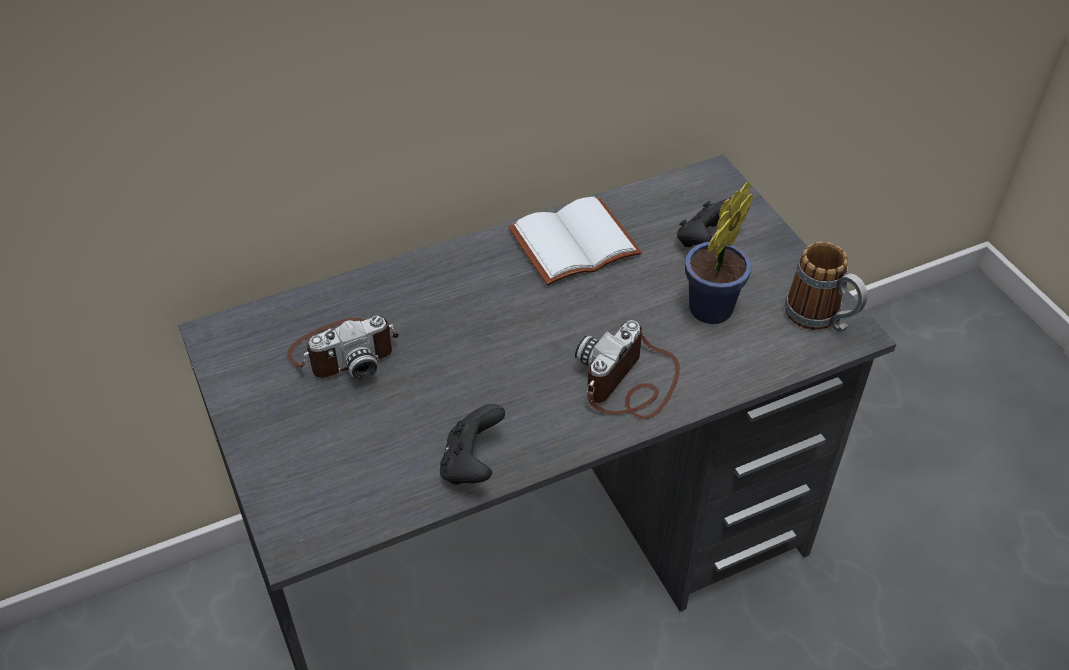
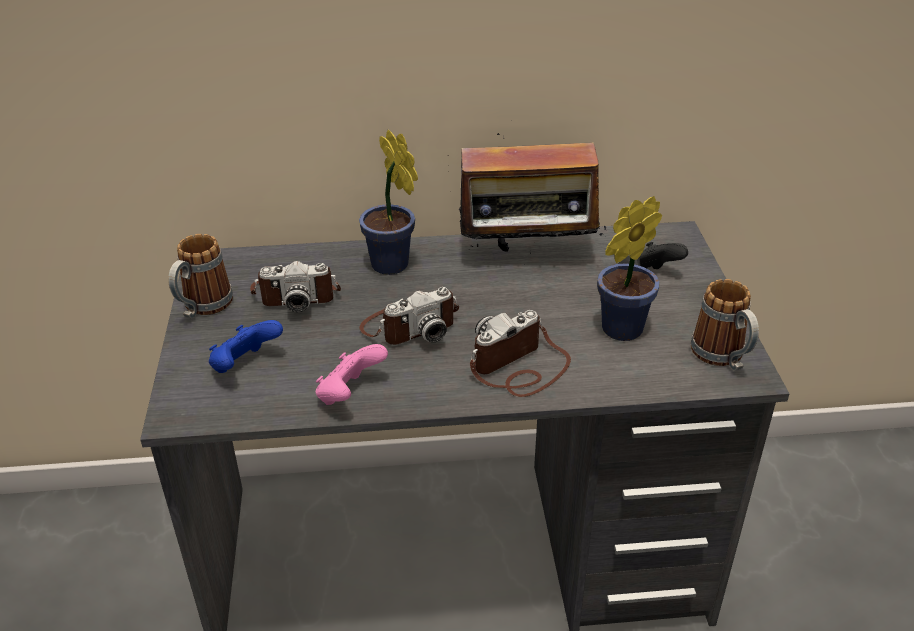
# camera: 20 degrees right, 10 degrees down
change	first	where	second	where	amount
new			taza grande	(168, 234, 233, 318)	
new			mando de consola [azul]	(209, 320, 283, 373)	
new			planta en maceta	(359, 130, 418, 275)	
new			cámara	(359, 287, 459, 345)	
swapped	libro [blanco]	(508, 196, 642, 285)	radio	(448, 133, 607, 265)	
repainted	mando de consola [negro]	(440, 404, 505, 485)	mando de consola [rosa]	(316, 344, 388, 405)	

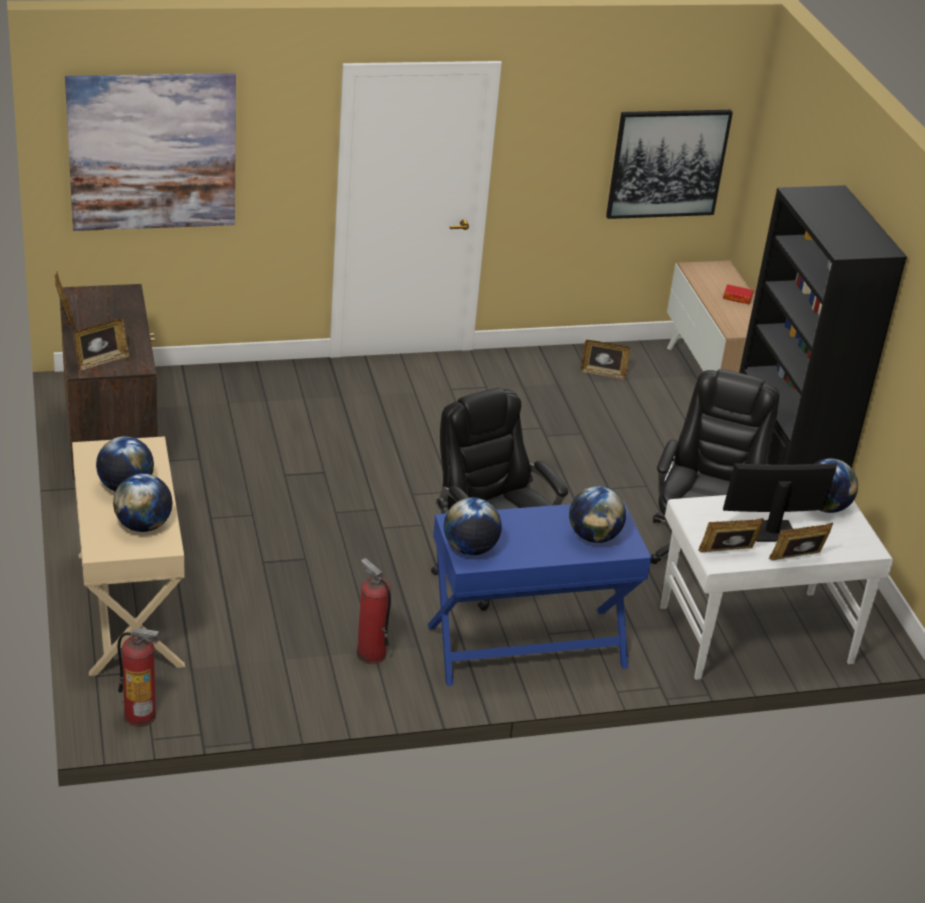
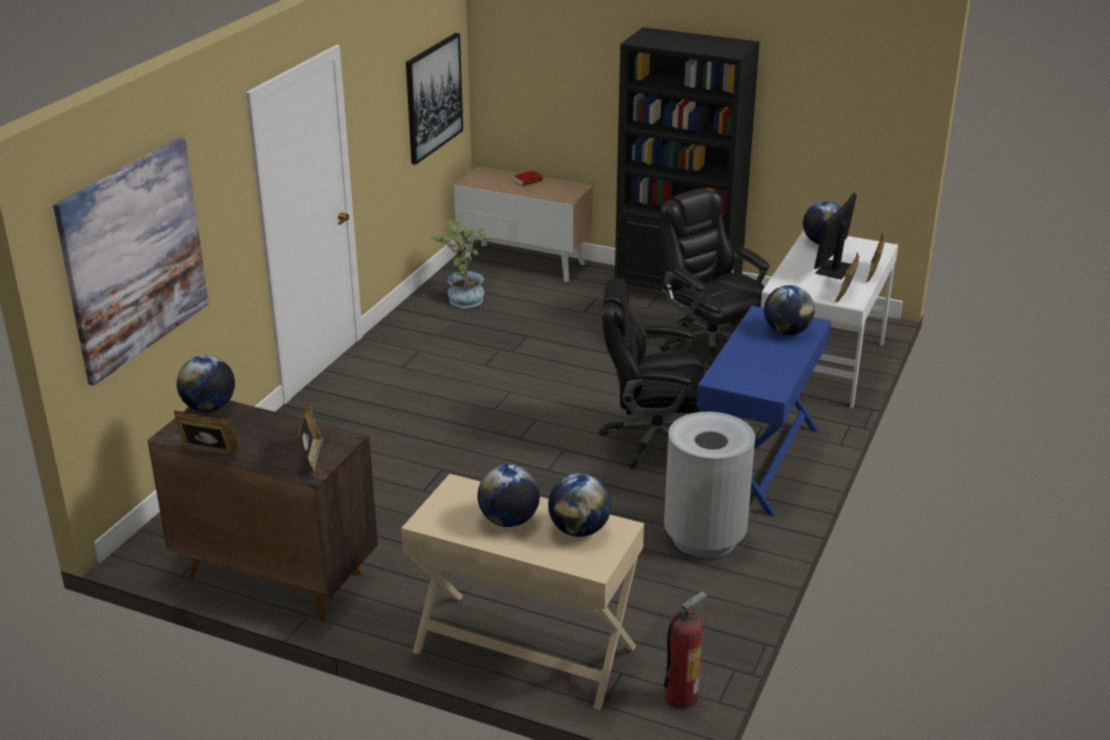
# camera: 50 degrees left, 5 degrees down
change	first	where	second	where	amount
shifted	globo terráqueo	(444, 497, 502, 555)		(177, 355, 235, 412)	
swapped	extintor	(357, 558, 391, 664)	papelera [gris]	(664, 412, 755, 558)	
swapped	portarretratos	(581, 340, 630, 380)	planta en maceta	(430, 220, 490, 308)	

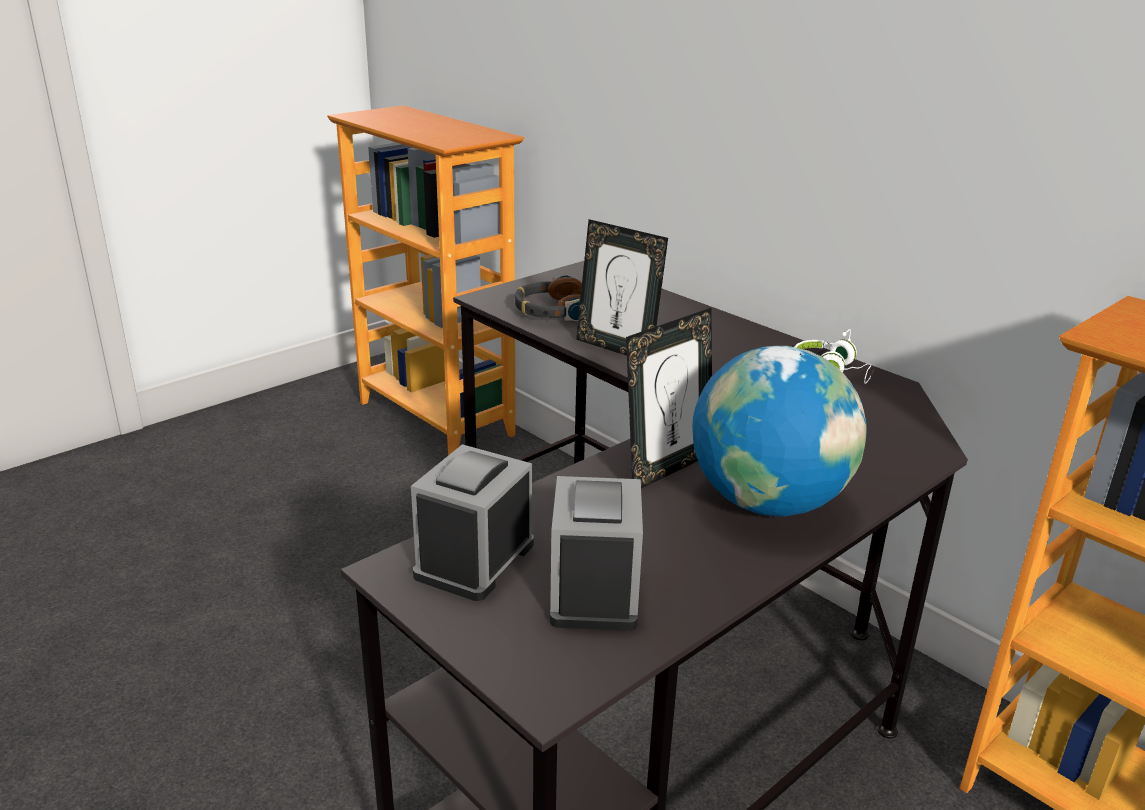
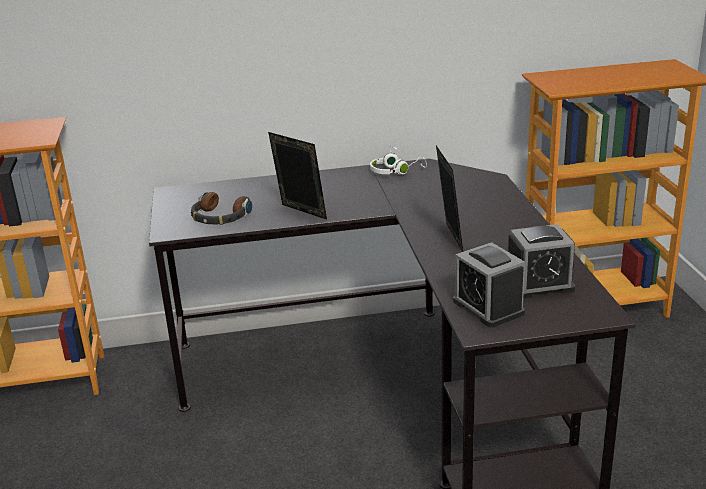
# camera: 55 degrees left, 0 degrees up
change	first	where	second	where	amount
gone	globo terráqueo	(692, 346, 866, 517)			
rotated	despertador	(550, 476, 643, 631)		(508, 224, 575, 298)	45 degrees counterclockwise
rotated	portarretratos	(576, 219, 668, 356)		(268, 132, 327, 219)	120 degrees counterclockwise

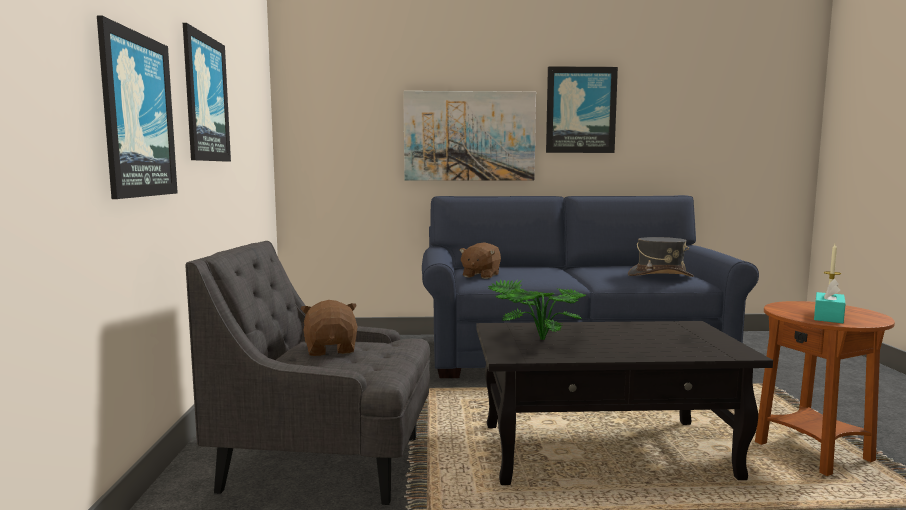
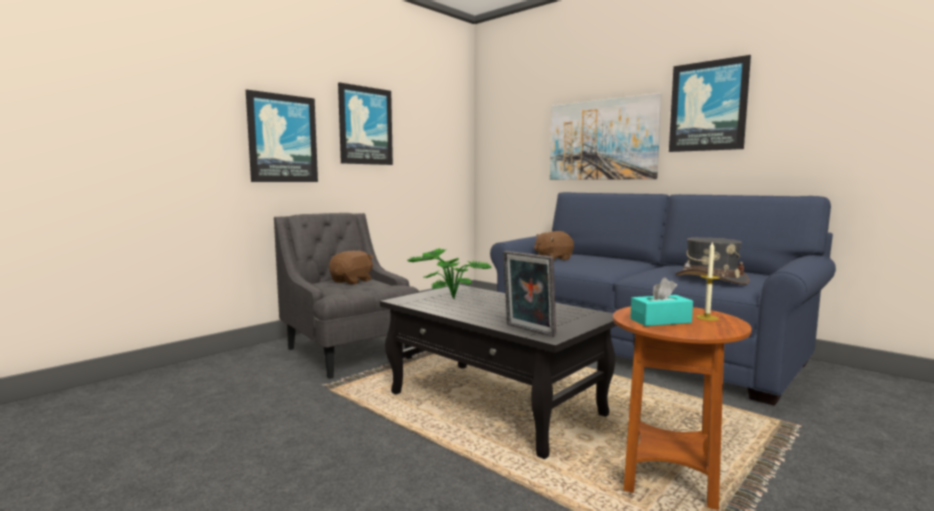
# camera: 45 degrees right, 0 degrees up
change	first	where	second	where	amount
new			portarretratos	(503, 251, 556, 337)	

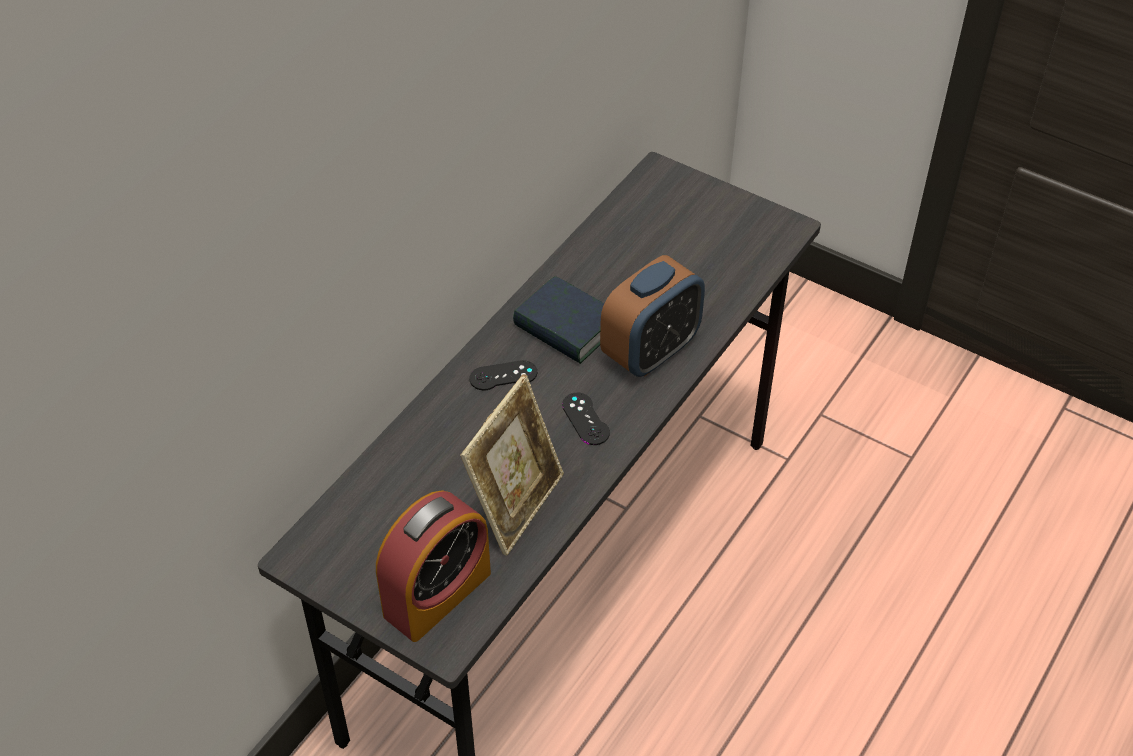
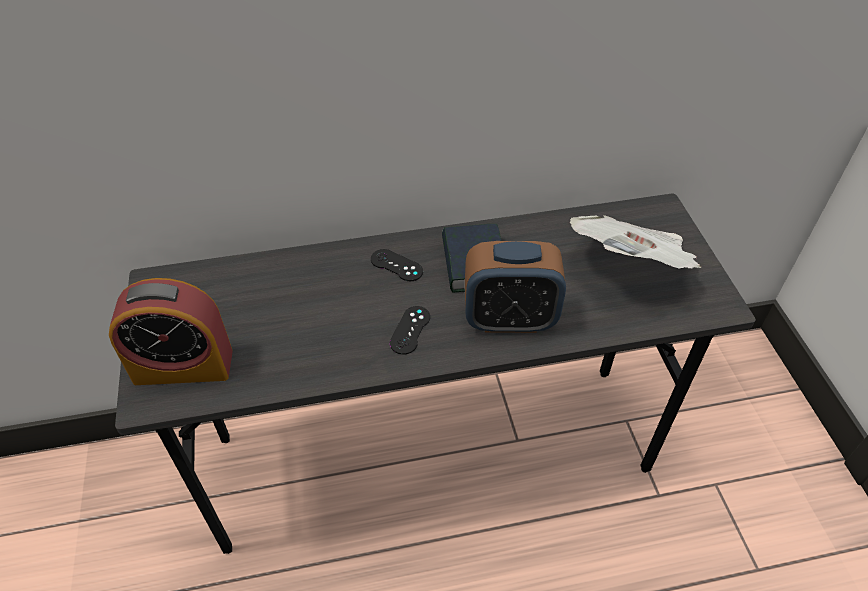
# camera: 45 degrees right, 0 degrees up
change	first	where	second	where	amount
gone	portarretratos	(460, 374, 564, 556)			
new			periódico	(570, 215, 701, 269)	

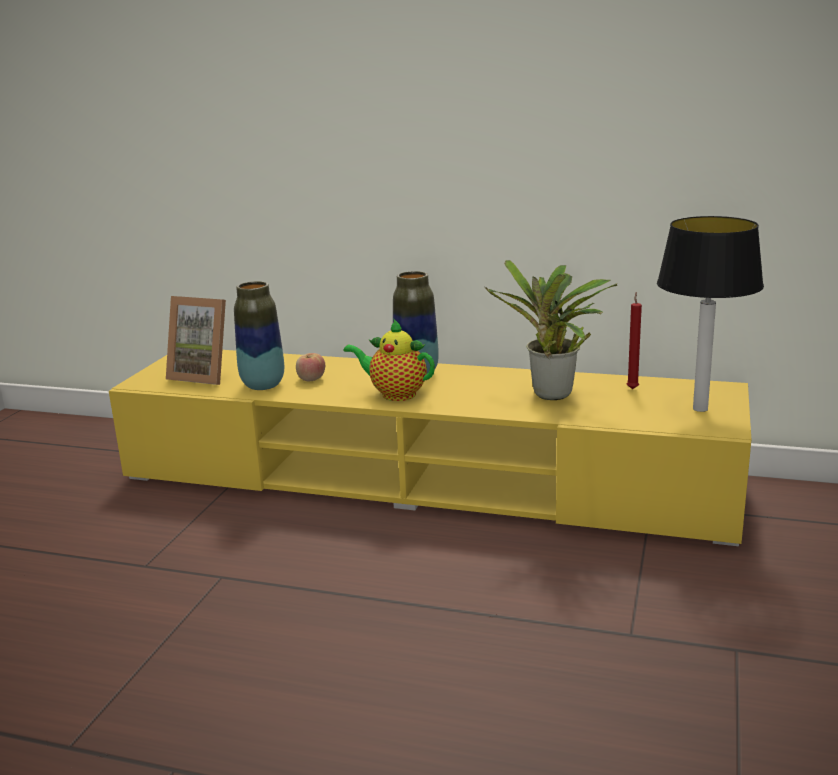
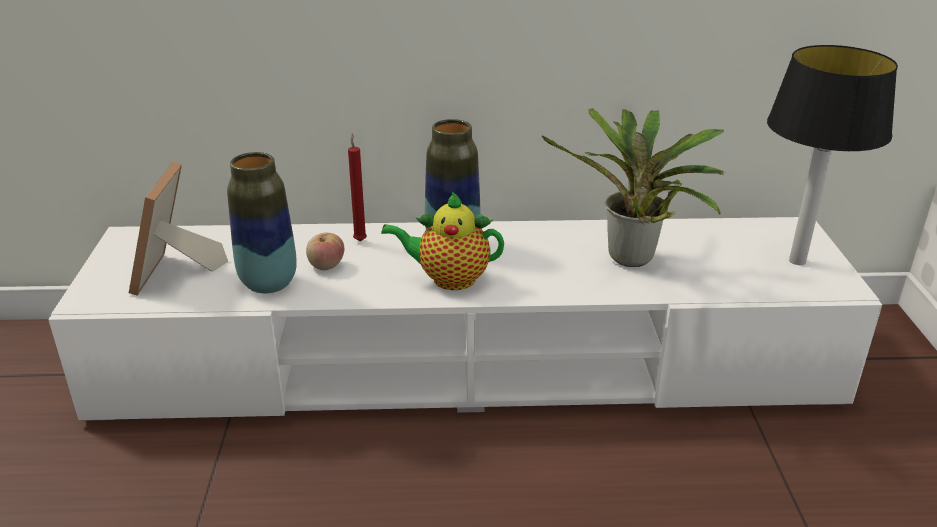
# camera: 20 degrees left, 10 degrees up
change	first	where	second	where	amount
shifted	vela [rojo]	(627, 292, 642, 389)		(348, 133, 367, 242)	
repainted	mueble de televisión [amarillo]	(109, 350, 751, 546)	mueble de televisión [blanco]	(48, 217, 882, 421)	
rotated	portarretratos	(166, 296, 226, 385)		(129, 162, 228, 296)	90 degrees clockwise

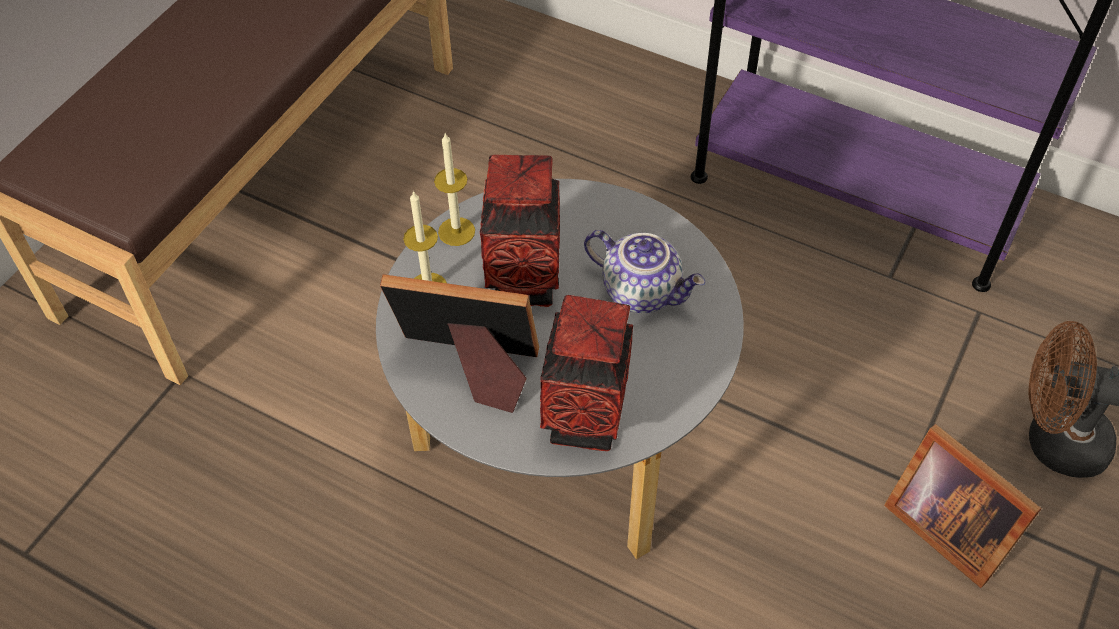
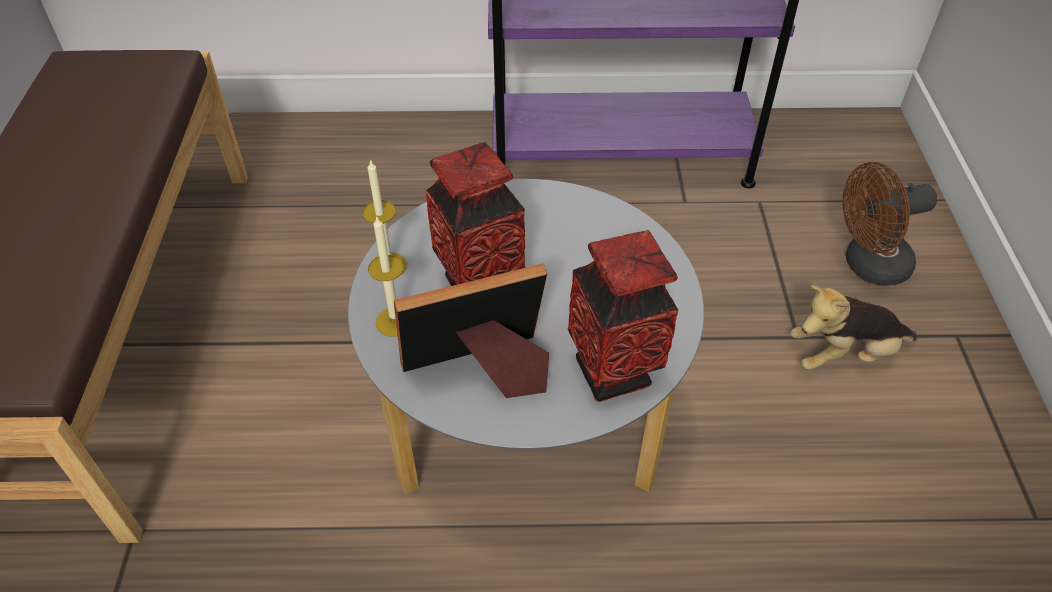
# camera: 30 degrees left, 5 degrees down
change	first	where	second	where	amount
gone	tetera	(584, 230, 705, 313)			
swapped	portarretratos	(884, 424, 1041, 588)	peluche	(791, 285, 917, 370)	

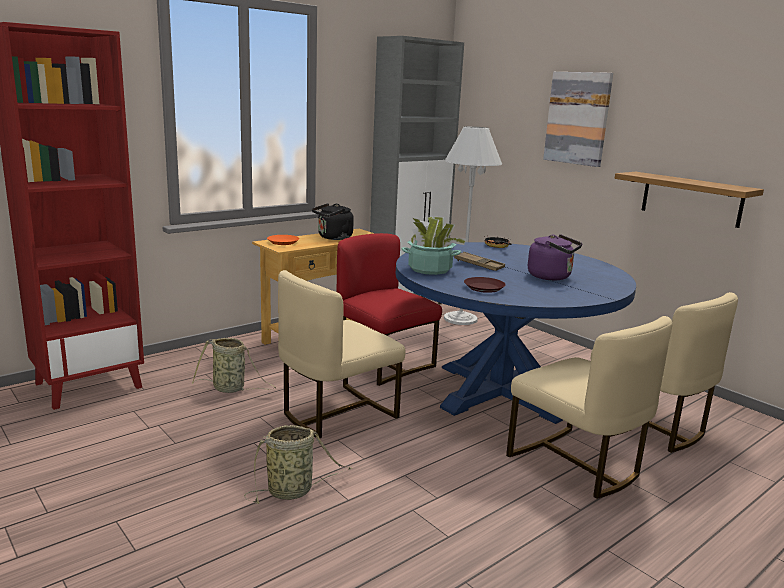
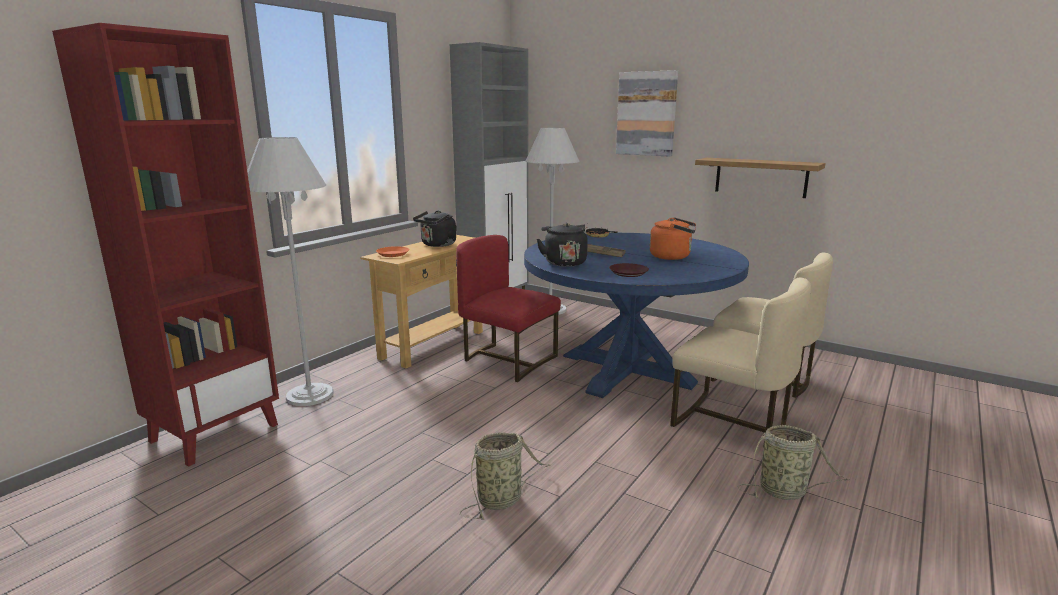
# camera: 15 degrees left, 0 degrees up
change	first	where	second	where	amount
gone	silla [beis]	(278, 270, 405, 438)			
new			lámpara de pie [blanco]	(247, 137, 334, 406)	
shifted	cesta	(192, 338, 276, 393)		(738, 425, 849, 500)	
swapped	planta en maceta	(401, 216, 467, 275)	hervidor [negro]	(537, 223, 588, 267)	
repainted	hervidor [morado]	(528, 234, 582, 280)	hervidor [naranja]	(650, 217, 696, 260)	

